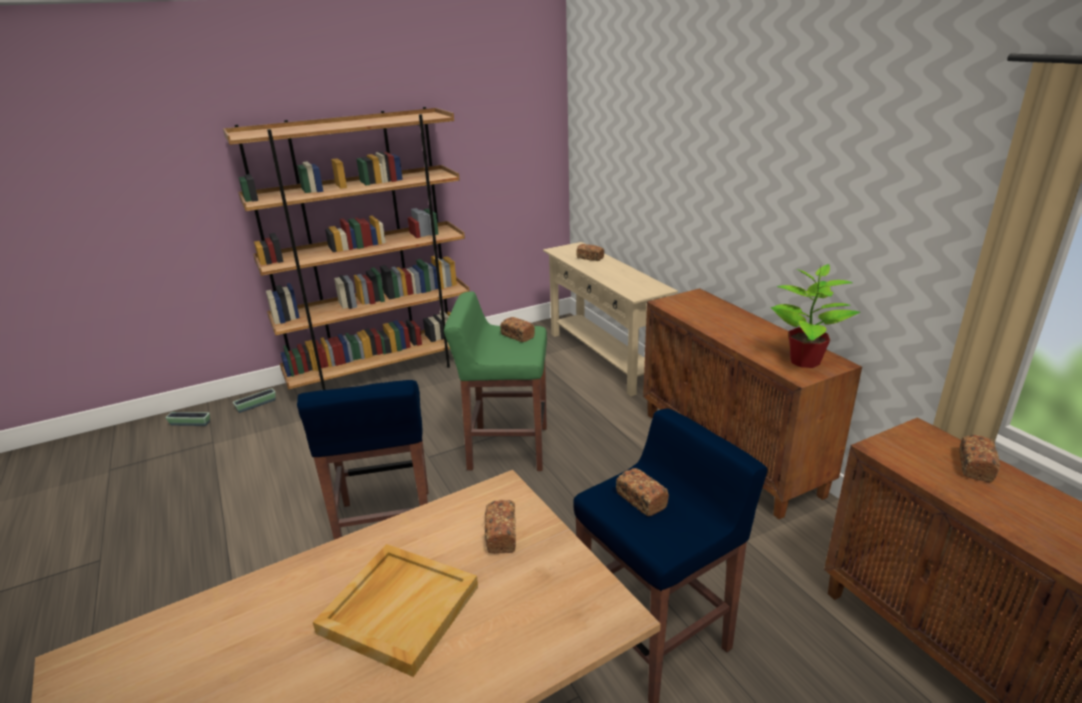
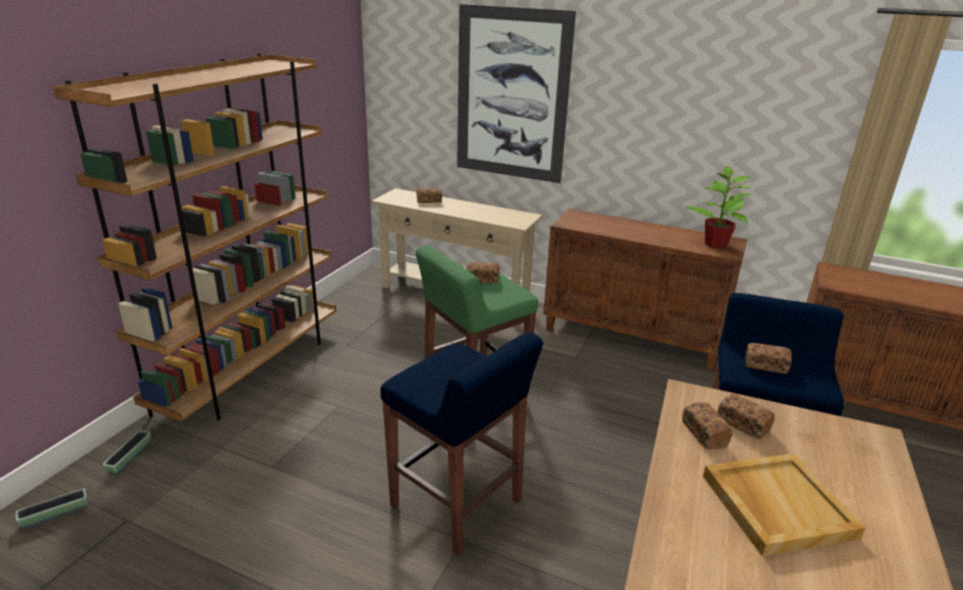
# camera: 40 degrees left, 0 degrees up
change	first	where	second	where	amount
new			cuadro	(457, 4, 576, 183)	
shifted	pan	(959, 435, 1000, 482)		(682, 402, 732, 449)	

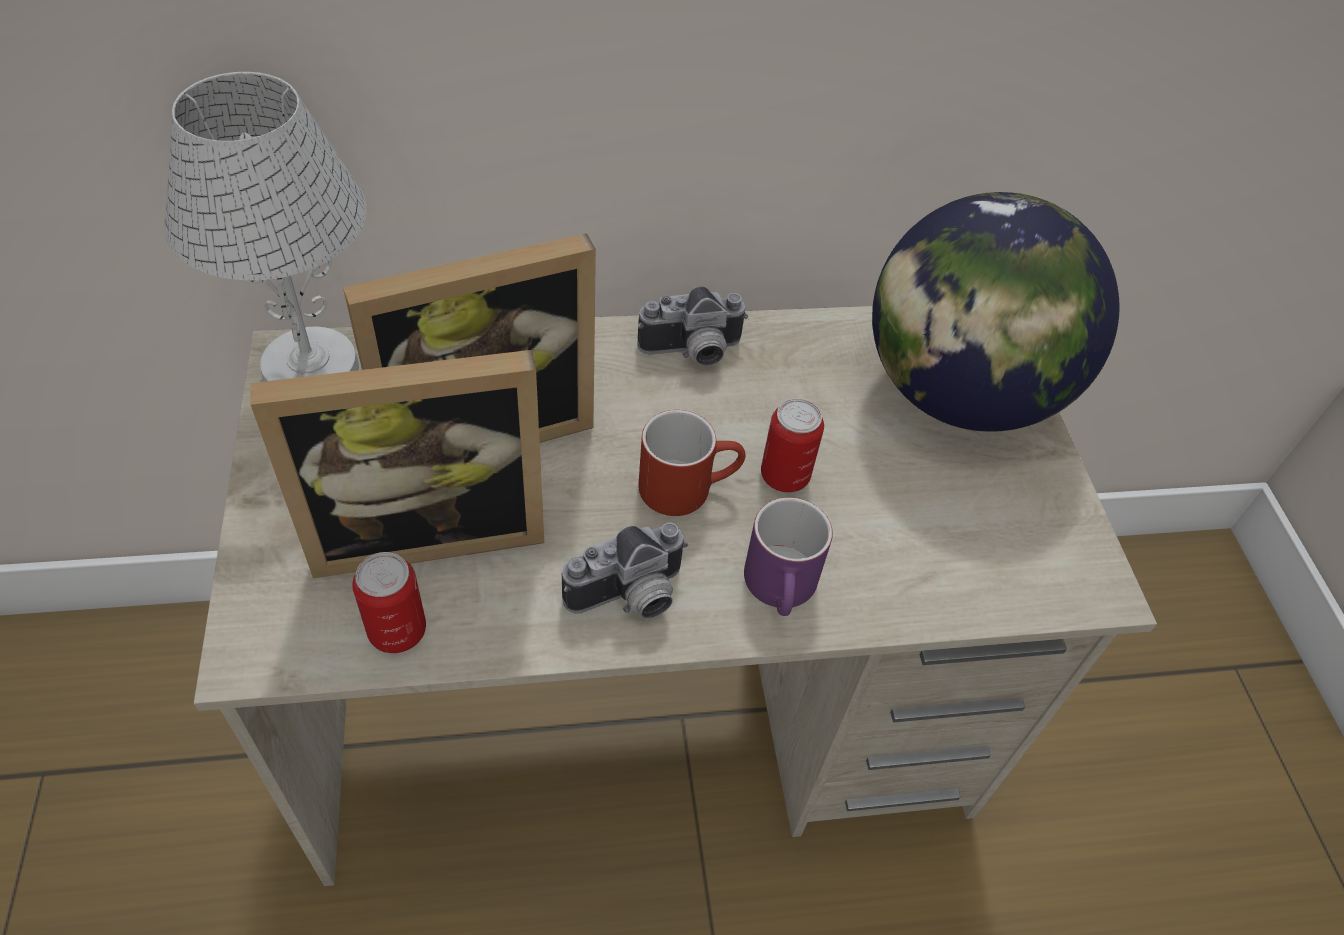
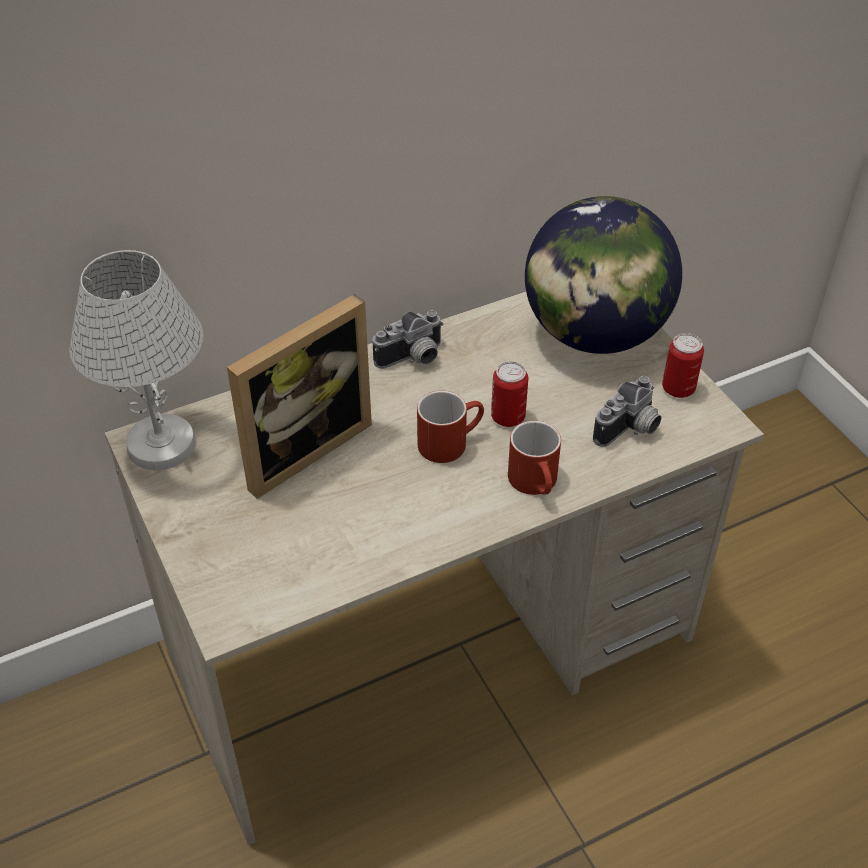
# camera: 15 degrees left, 5 degrees down
change	first	where	second	where	amount
gone	portarretratos	(251, 350, 544, 579)			
shifted	lata	(352, 552, 426, 653)		(662, 333, 704, 398)	
shifted	cámara	(562, 522, 688, 619)		(593, 376, 662, 447)	
repainted	taza grande [morado]	(744, 497, 833, 616)	taza grande [rojo]	(508, 421, 561, 495)	

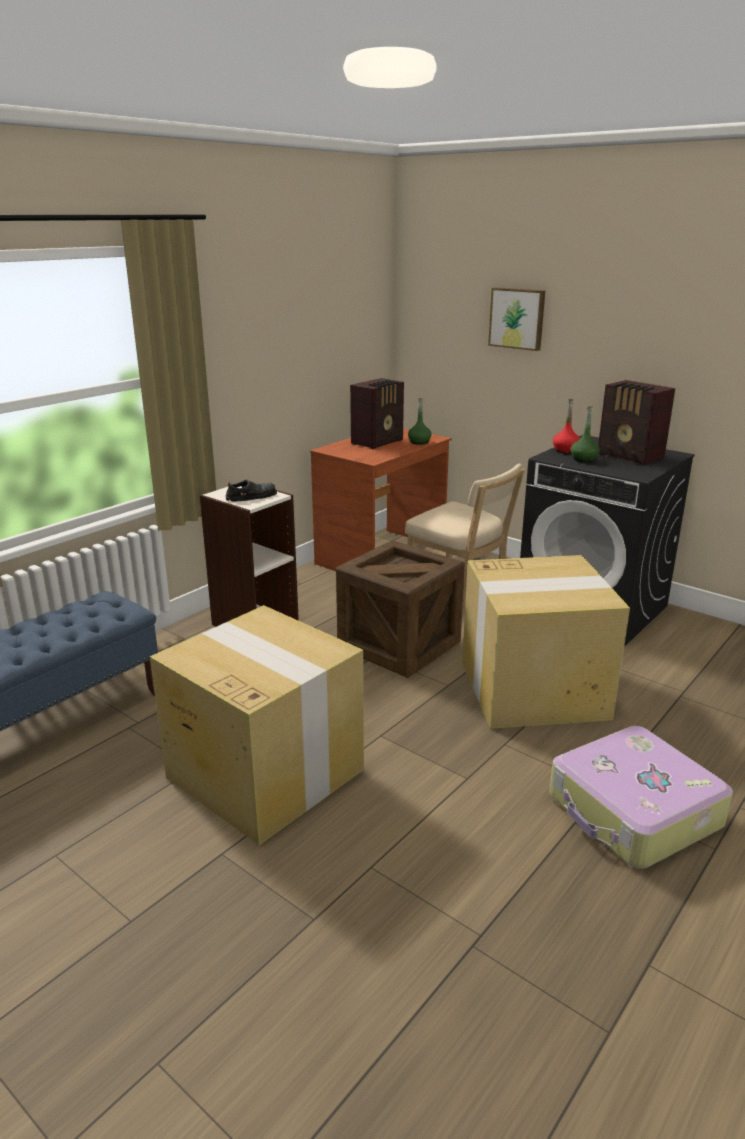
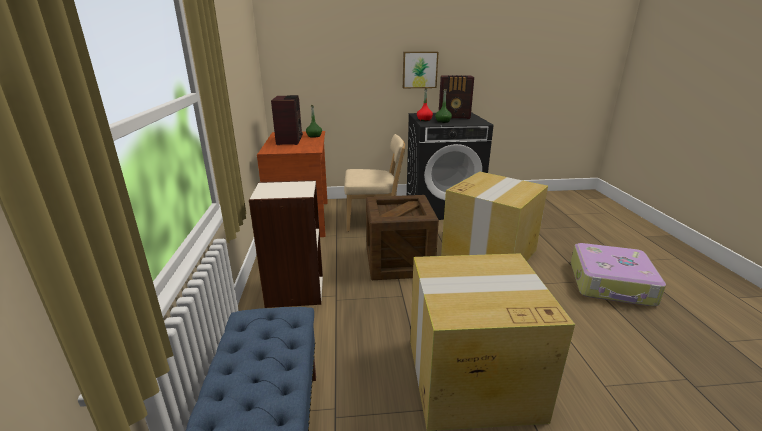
# camera: 45 degrees left, 0 degrees up
change	first	where	second	where	amount
gone	zapato [negro]	(225, 480, 277, 502)			
shifted	cuadro	(488, 287, 545, 351)		(403, 52, 439, 88)	

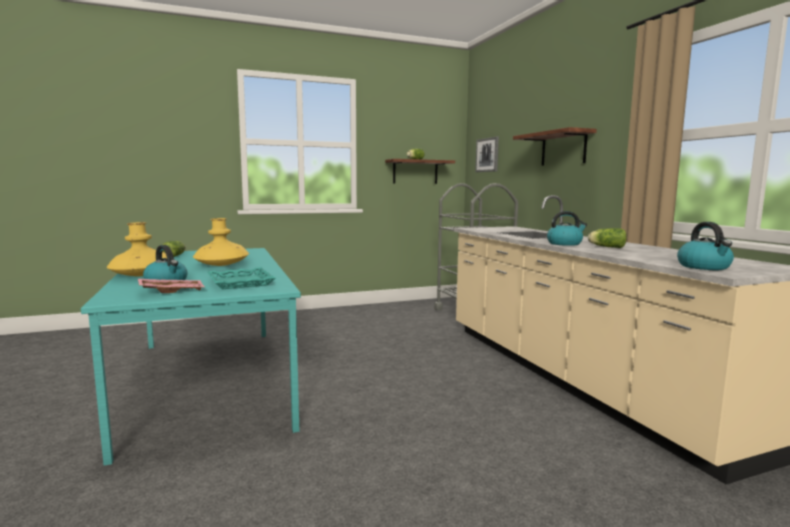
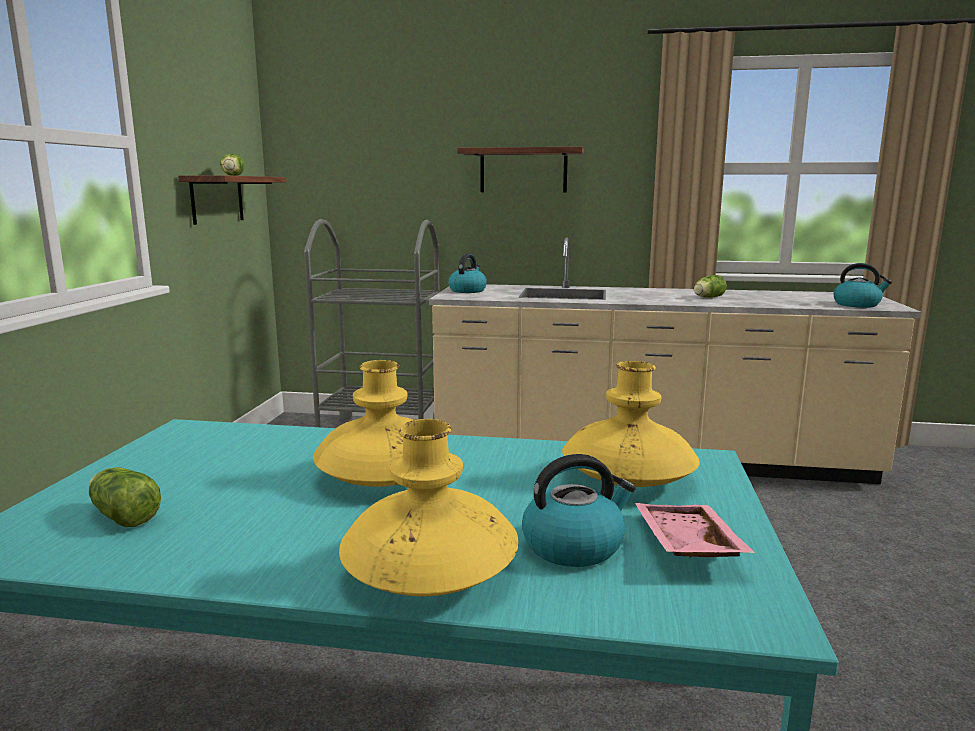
# camera: 60 degrees left, 5 degrees up
change	first	where	second	where	amount
gone	cuadro	(475, 137, 499, 172)			
shifted	hervidor	(547, 211, 587, 246)		(448, 254, 487, 293)	
swapped	bandeja [turquesa]	(207, 267, 275, 289)	florero [amarillo]	(562, 361, 700, 487)	

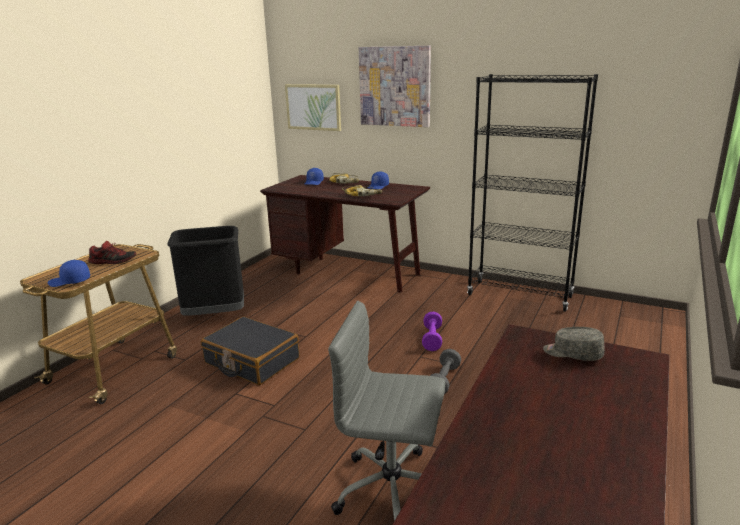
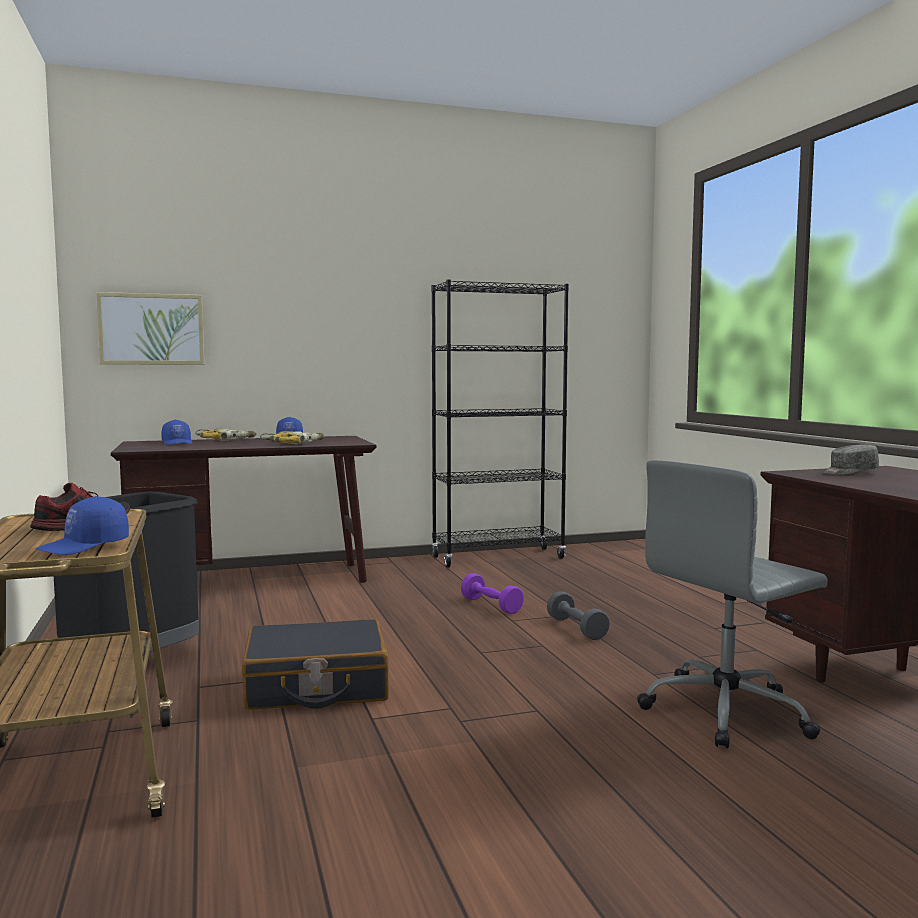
# camera: 45 degrees left, 15 degrees down
change	first	where	second	where	amount
gone	cuadro	(359, 46, 431, 127)			

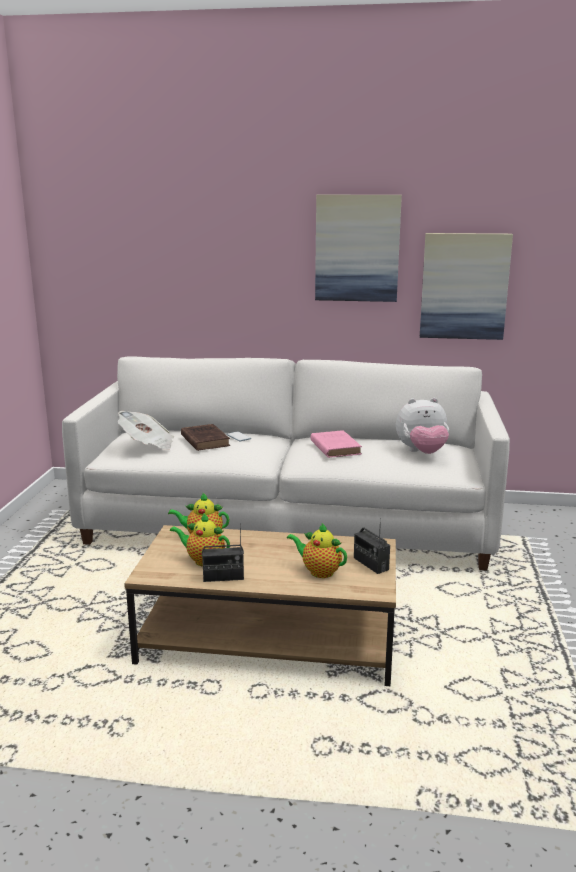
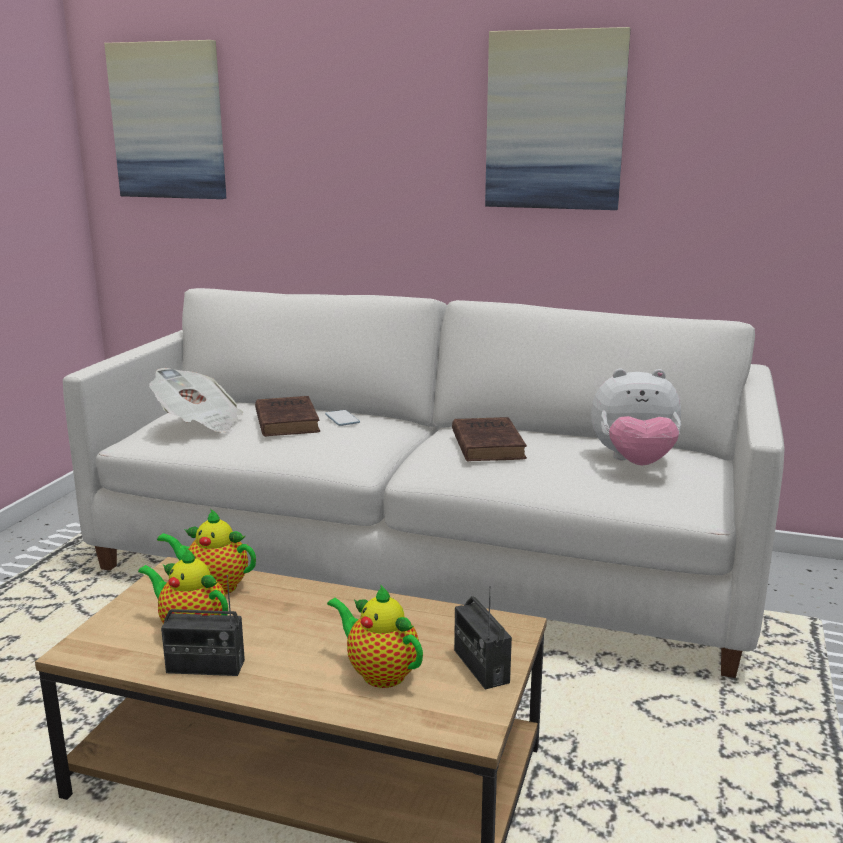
# camera: 10 degrees right, 0 degrees up
change	first	where	second	where	amount
shifted	cuadro	(420, 233, 513, 340)		(104, 40, 227, 199)	
repainted	libro [rosa]	(311, 430, 362, 458)	libro [marrón]	(452, 417, 527, 461)	

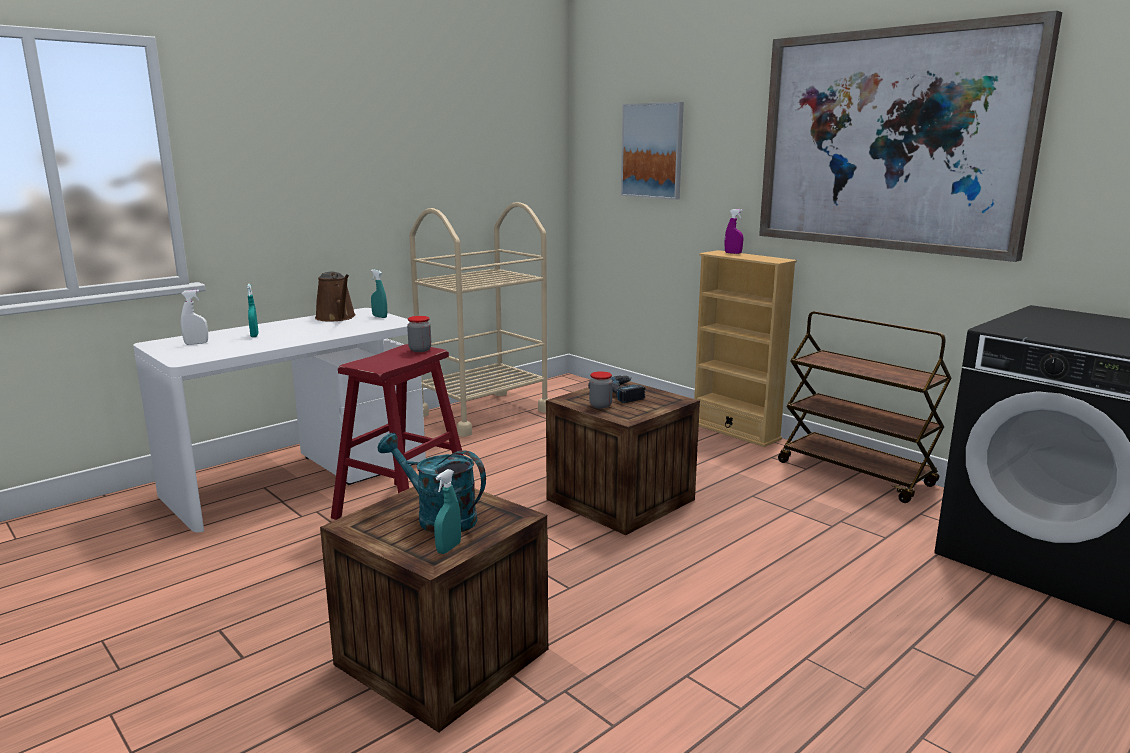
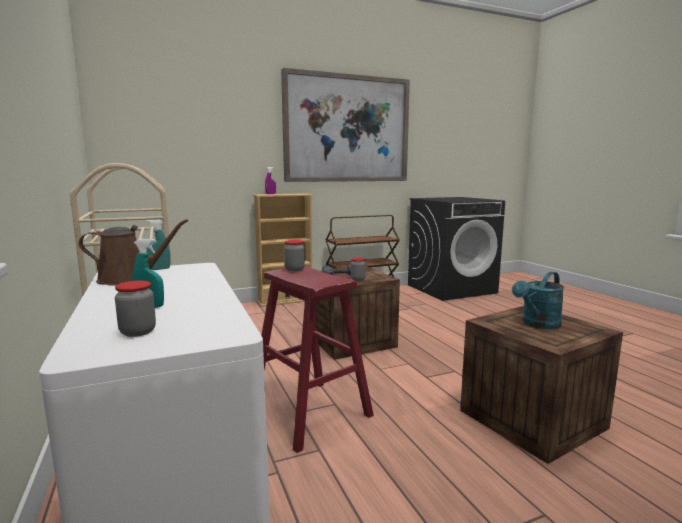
# camera: 70 degrees left, 5 degrees down
change	first	where	second	where	amount
gone	pulverizador [turquesa]	(434, 469, 461, 554)			
gone	cuadro	(621, 102, 684, 200)			
swapped	pulverizador [blanco]	(181, 290, 208, 345)	tarro	(115, 281, 156, 337)	

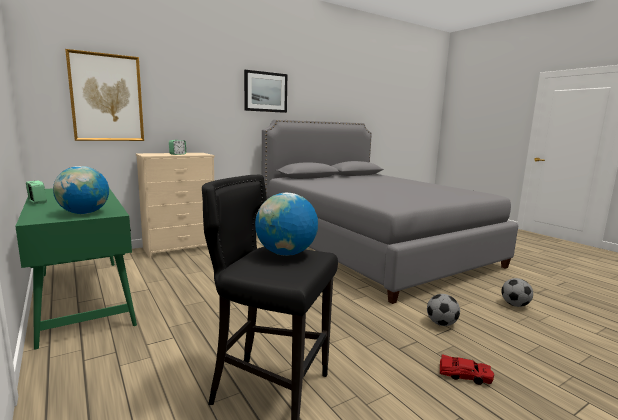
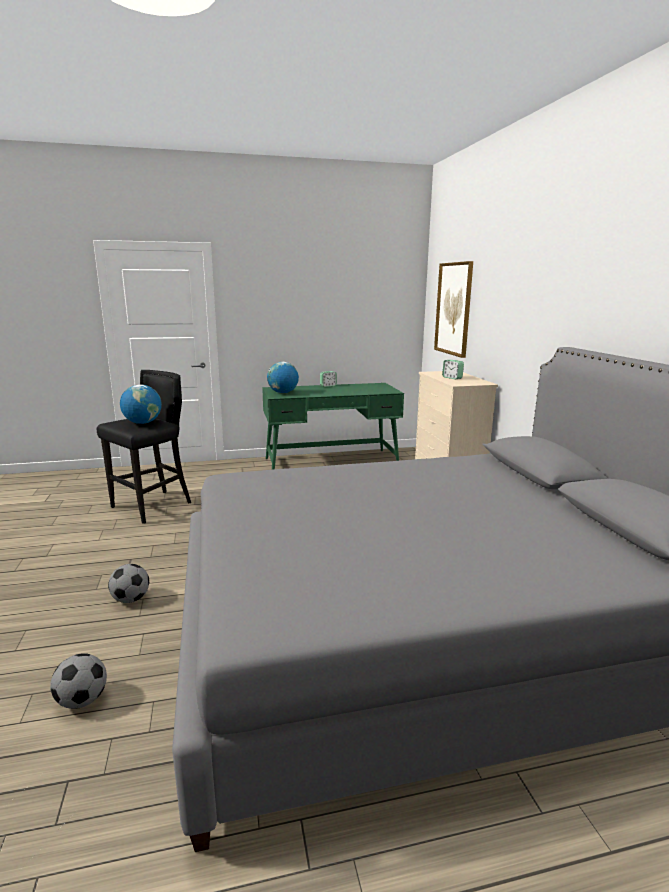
# camera: 110 degrees right, 5 degrees up
change	first	where	second	where	amount
gone	cuadro	(244, 70, 287, 113)			
gone	coche de juguete [rojo]	(440, 354, 494, 385)			

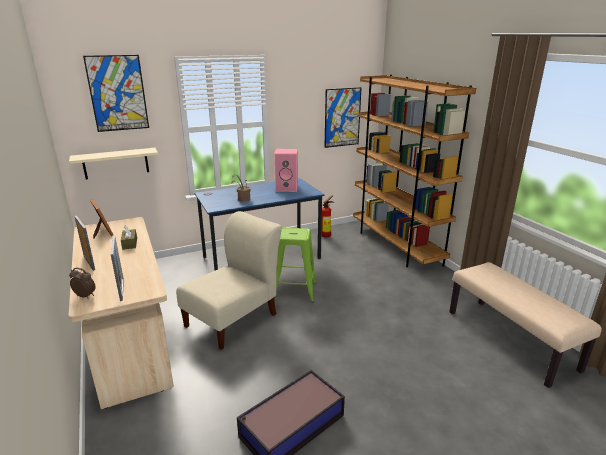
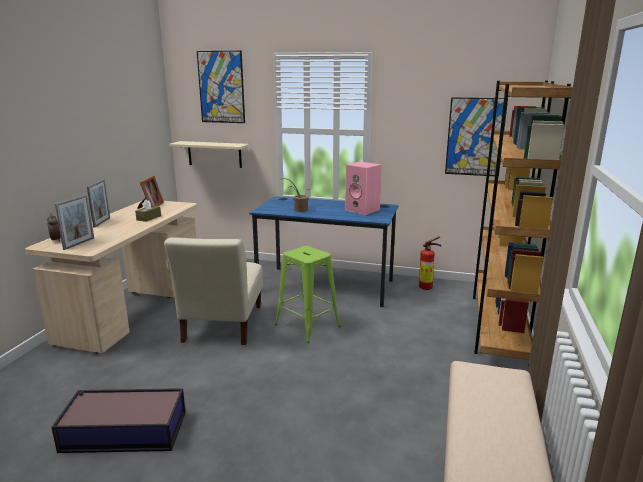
# camera: 40 degrees right, 5 degrees down
change	first	where	second	where	amount
rotated	silla [beis]	(176, 211, 282, 350)		(164, 237, 263, 345)	105 degrees clockwise

